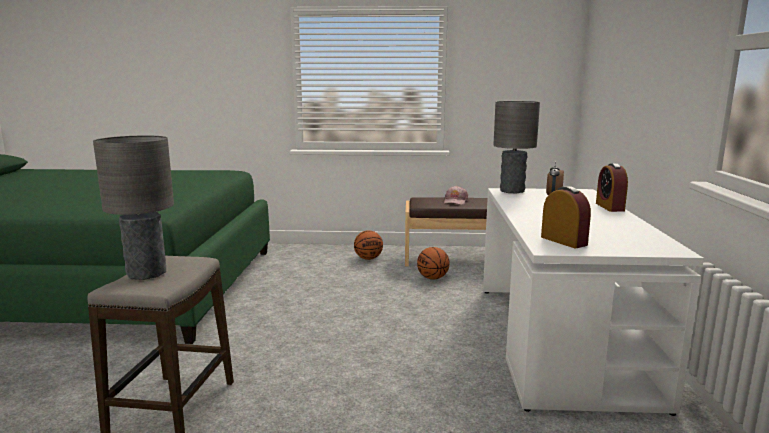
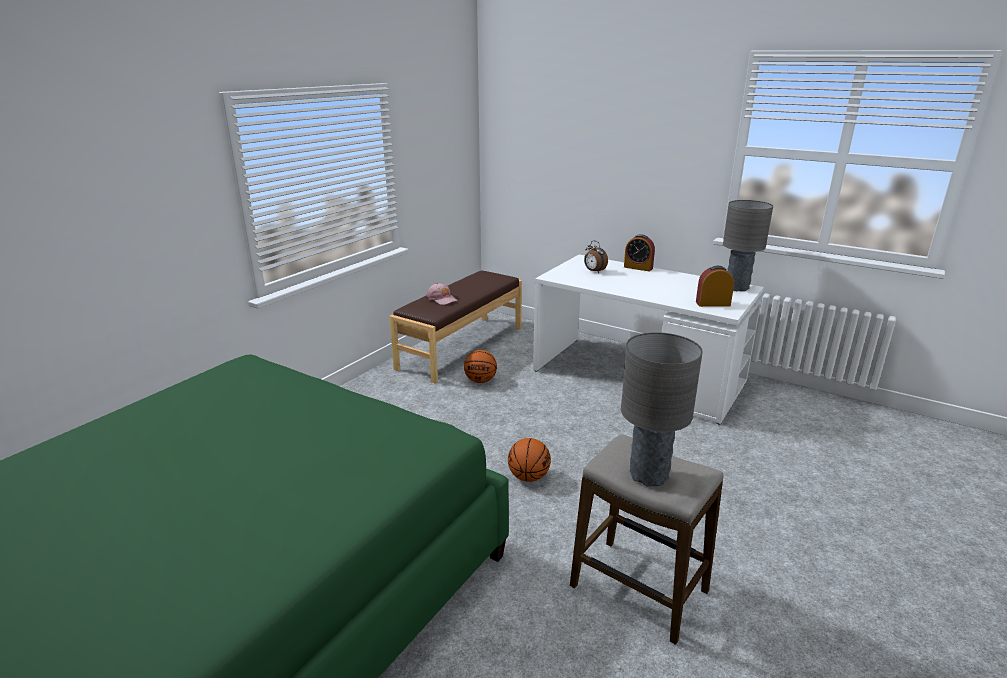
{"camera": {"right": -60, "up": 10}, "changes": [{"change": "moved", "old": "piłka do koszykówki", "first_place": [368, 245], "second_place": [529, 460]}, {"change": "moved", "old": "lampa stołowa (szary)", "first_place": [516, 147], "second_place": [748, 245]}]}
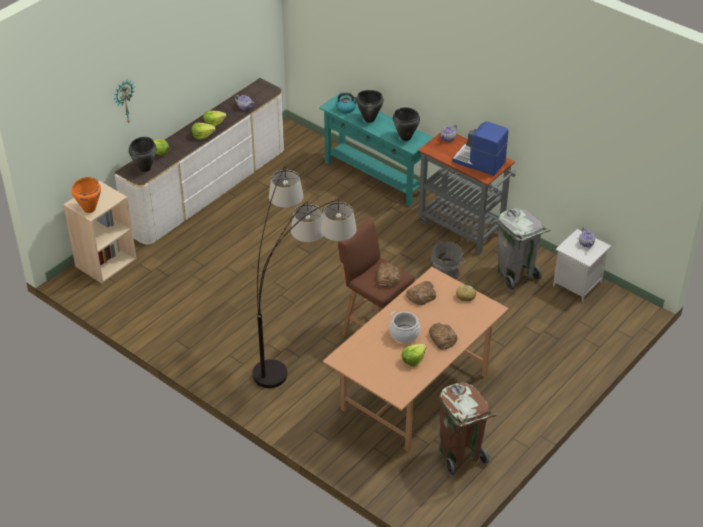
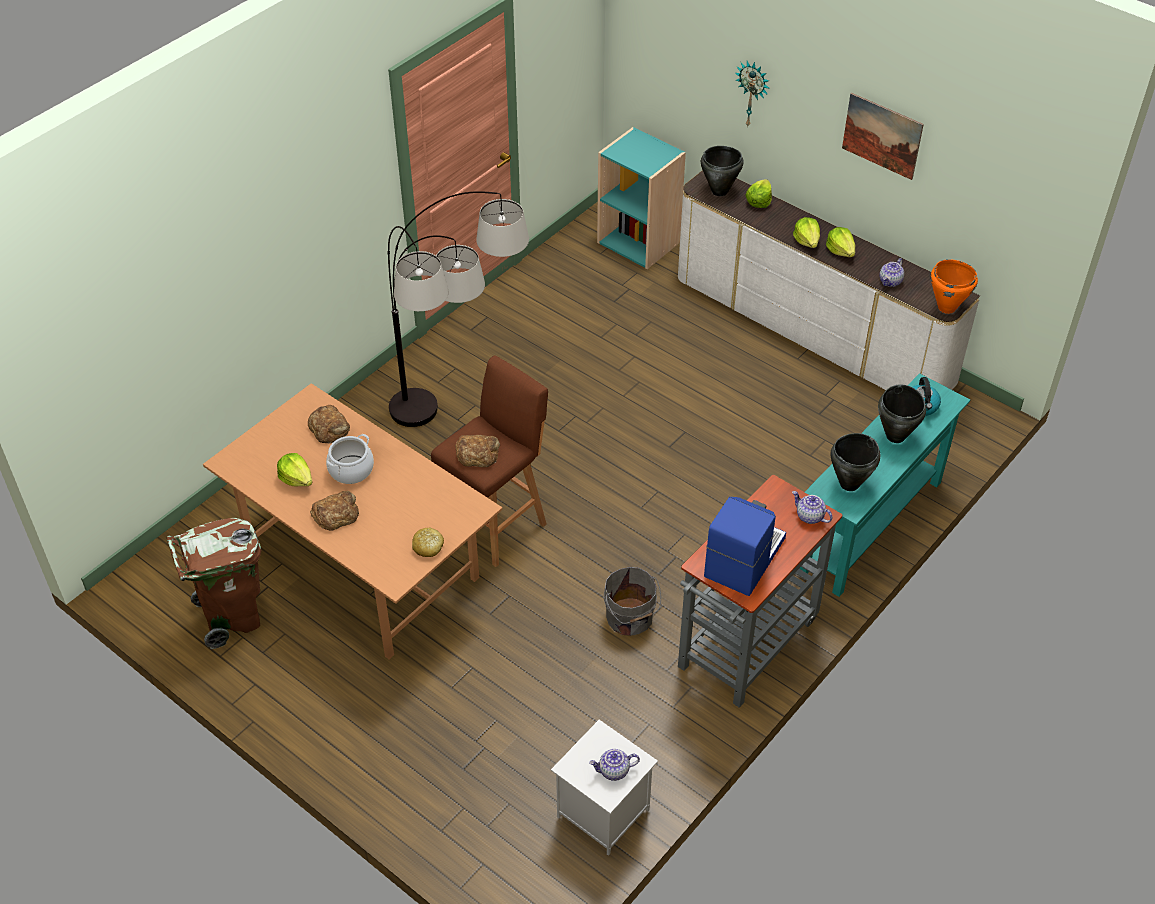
{"camera": {"right": 90, "up": 5}, "changes": [{"change": "moved", "old": "chleb", "first_place": [421, 293], "second_place": [329, 424]}, {"change": "recoloured", "old": "regał (beżowy)", "new": "regał (turkusowy)", "first_place": [100, 232], "second_place": [641, 198]}, {"change": "added", "new": "obraz", "second_place": [883, 136]}, {"change": "moved", "old": "garnek (pomarańczowy)", "first_place": [86, 195], "second_place": [954, 286]}, {"change": "removed", "old": "kosz na śmieci (szary)", "first_place": [523, 250]}]}
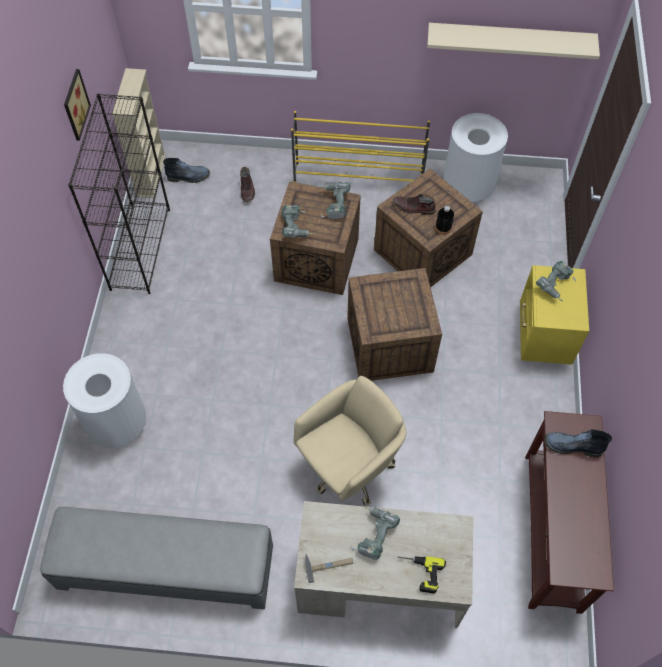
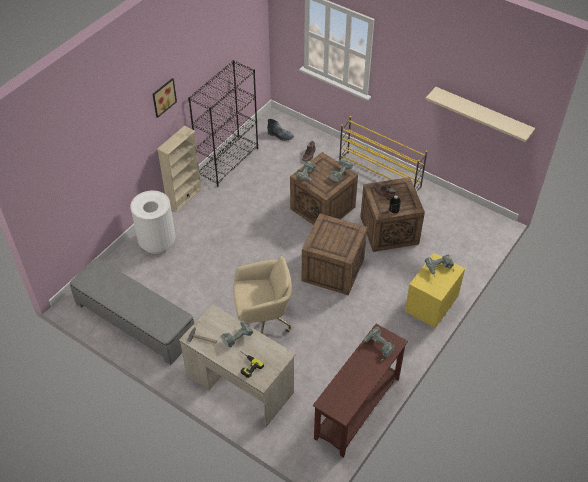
{"camera": {"right": 30, "up": -10}, "changes": [{"change": "moved", "old": "obraz", "first_place": [77, 105], "second_place": [165, 98]}, {"change": "moved", "old": "regał (beżowy)", "first_place": [139, 133], "second_place": [179, 168]}, {"change": "replaced", "old": "but z cholewką", "new": "wiertarka", "first_place": [578, 443], "second_place": [378, 344]}, {"change": "removed", "old": "kosz na śmieci (biały)", "first_place": [476, 158]}]}
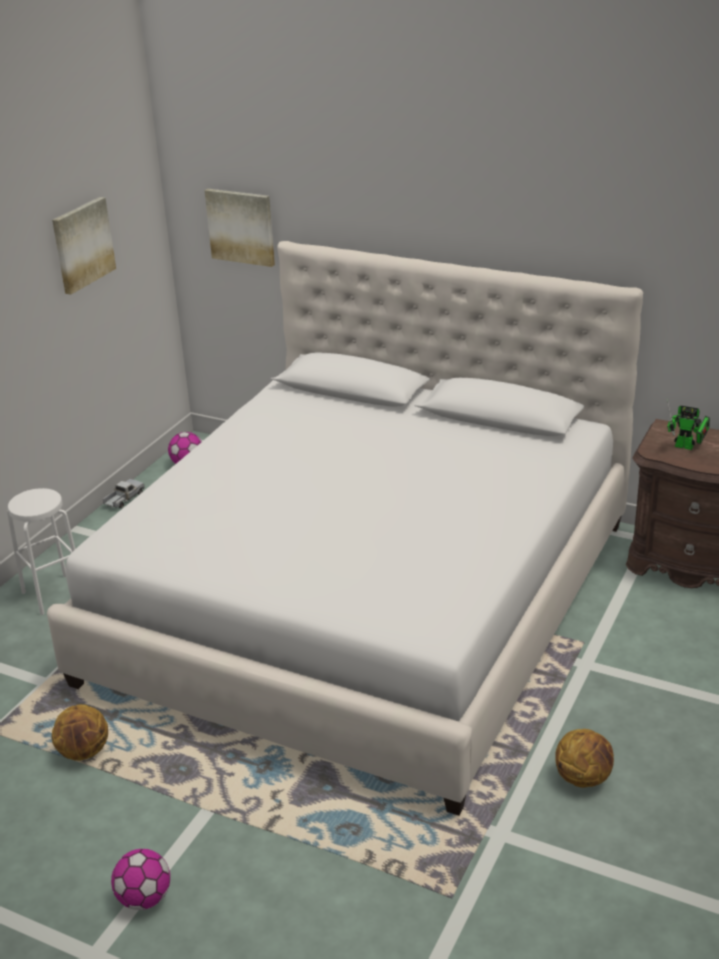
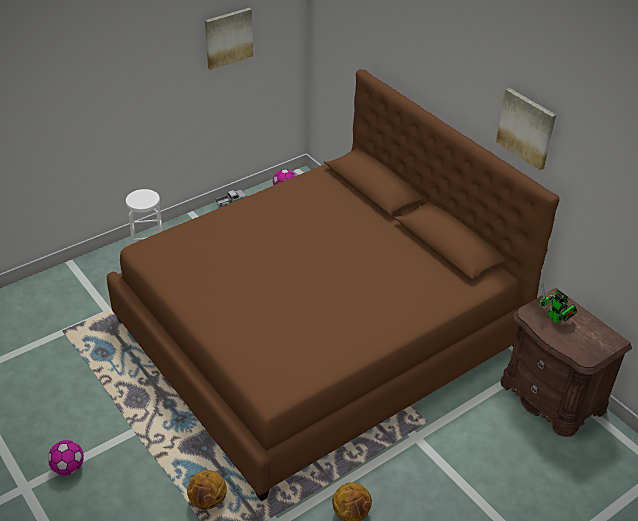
{"camera": {"right": 25, "up": 10}, "changes": [{"change": "recoloured", "old": "łóżko (biały)", "new": "łóżko (brązowy)", "first_place": [345, 528], "second_place": [333, 285]}, {"change": "moved", "old": "piłka do koszykówki", "first_place": [80, 732], "second_place": [207, 490]}, {"change": "moved", "old": "obraz", "first_place": [240, 228], "second_place": [526, 129]}]}
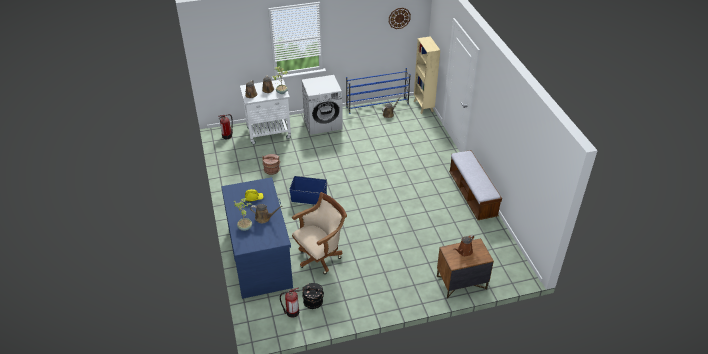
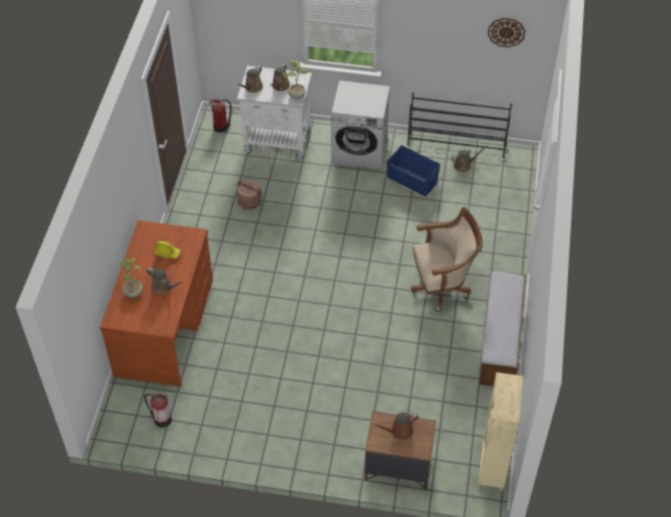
{"camera": {"right": 25, "up": 10}, "changes": [{"change": "recoloured", "old": "biurko (niebieski)", "new": "biurko (brązowy)", "first_place": [257, 238], "second_place": [156, 303]}, {"change": "moved", "old": "pojemnik do przechowywania (niebieski)", "first_place": [308, 190], "second_place": [413, 171]}, {"change": "recoloured", "old": "regał na buty (niebieski)", "new": "regał na buty (czarny)", "first_place": [378, 91], "second_place": [459, 125]}, {"change": "moved", "old": "krzesło biurowe", "first_place": [319, 233], "second_place": [447, 258]}, {"change": "moved", "old": "regał (beżowy)", "first_place": [426, 75], "second_place": [499, 431]}, {"change": "removed", "old": "wiadro (czarny)", "first_place": [313, 296]}]}
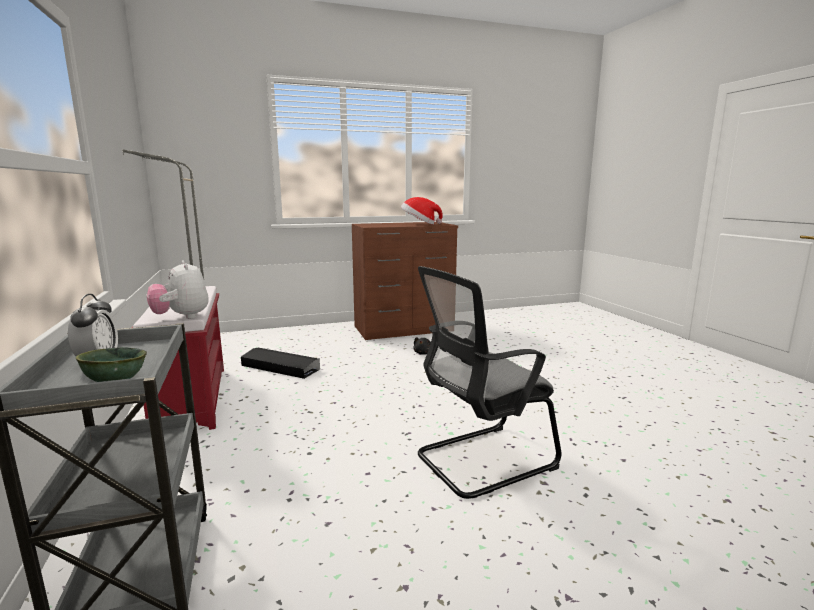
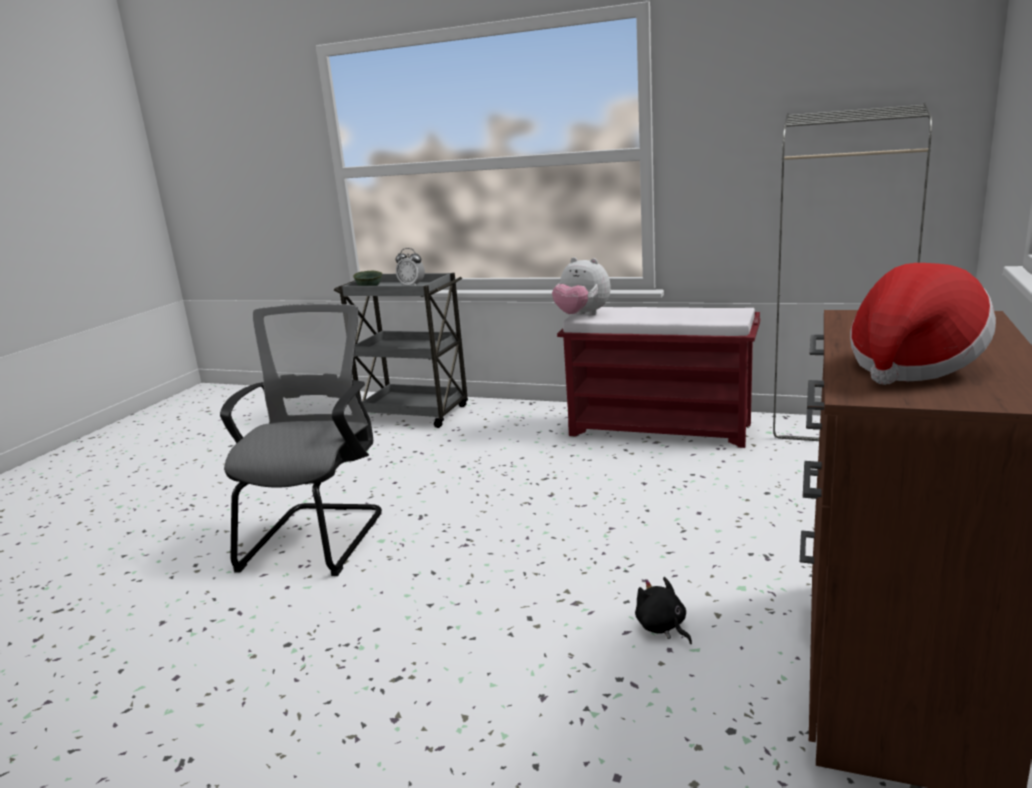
{"camera": {"right": 130, "up": 5}, "changes": [{"change": "turned", "old": "pluszak", "first_place": [178, 289], "second_place": [581, 286], "degrees": -150}, {"change": "removed", "old": "pojemnik do przechowywania (czarny)", "first_place": [280, 363]}]}
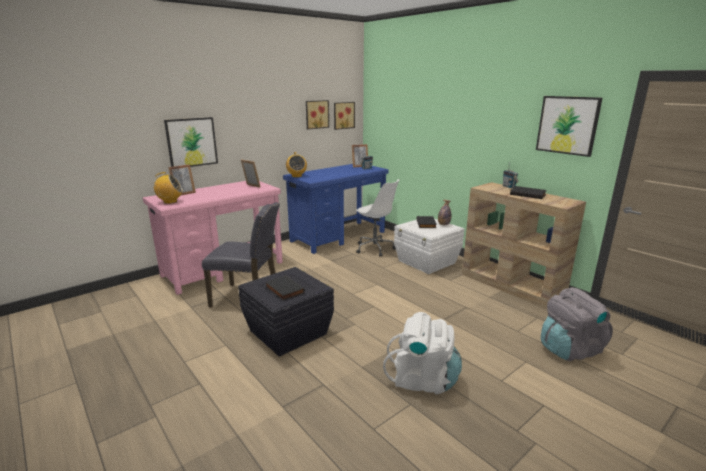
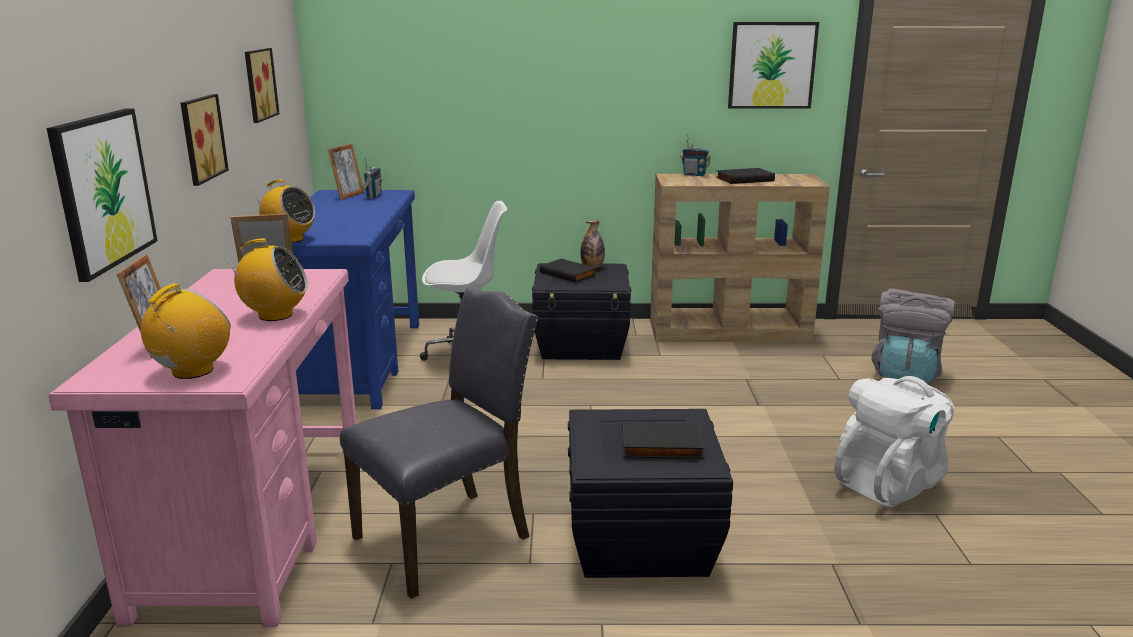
{"camera": {"right": -50, "up": 0}, "changes": [{"change": "moved", "old": "obraz", "first_place": [344, 116], "second_place": [204, 140]}, {"change": "added", "new": "radio", "second_place": [266, 280]}, {"change": "recoloured", "old": "pojemnik do przechowywania (biały)", "new": "pojemnik do przechowywania (czarny)", "first_place": [429, 246], "second_place": [581, 311]}]}
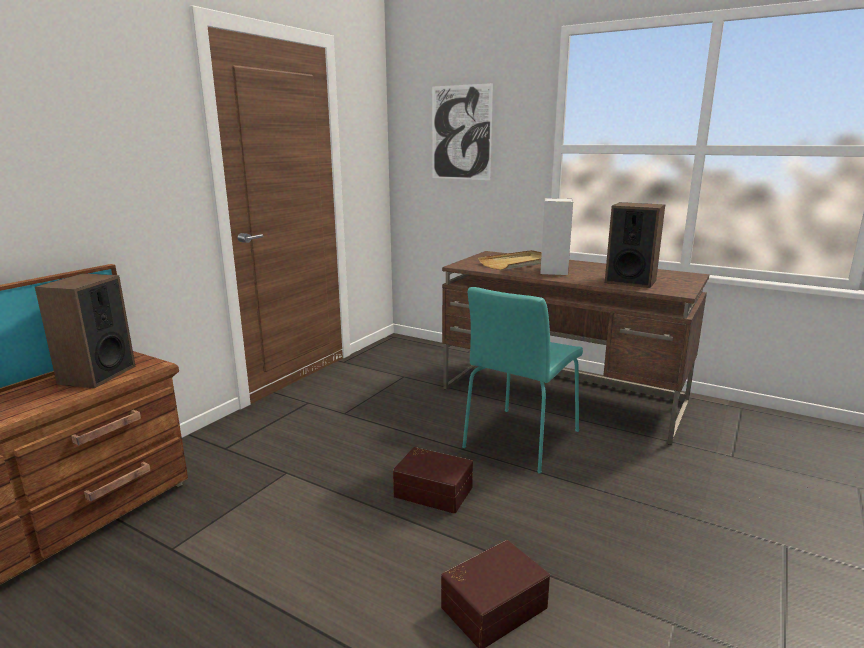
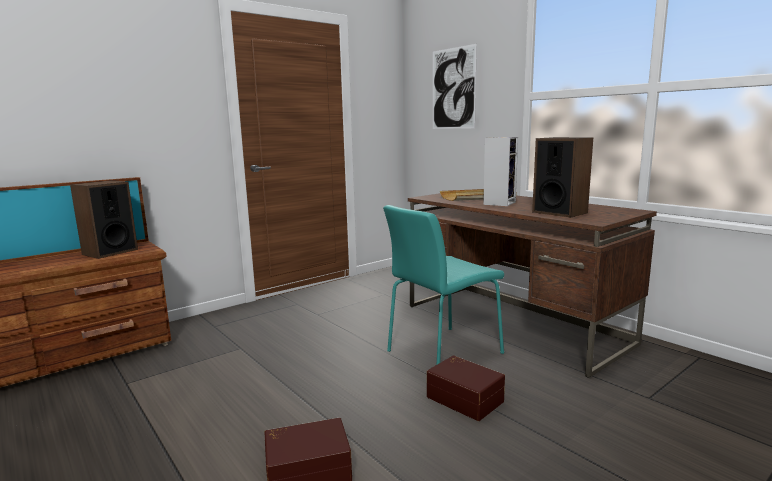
{"camera": {"right": 20, "up": -5}, "changes": [{"change": "moved", "old": "pojemnik do przechowywania (brązowy)", "first_place": [433, 480], "second_place": [466, 388]}]}
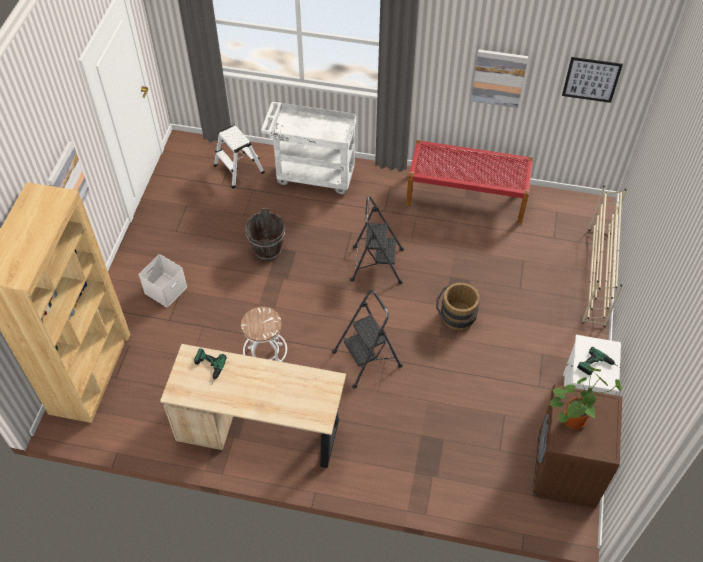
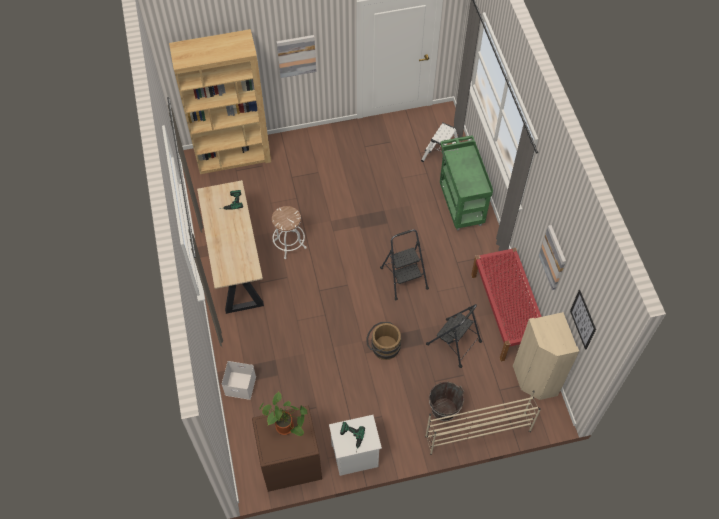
{"camera": {"right": 65, "up": 5}, "changes": [{"change": "moved", "old": "pojemnik do przechowywania (biały)", "first_place": [162, 280], "second_place": [239, 380]}, {"change": "moved", "old": "drabinka (czarny)", "first_place": [367, 339], "second_place": [454, 336]}, {"change": "moved", "old": "wiadro (brązowy)", "first_place": [265, 234], "second_place": [446, 401]}, {"change": "recoloured", "old": "wózek (biały)", "new": "wózek (zielony)", "first_place": [308, 148], "second_place": [466, 183]}, {"change": "added", "new": "szafka (beżowy)", "second_place": [546, 356]}]}
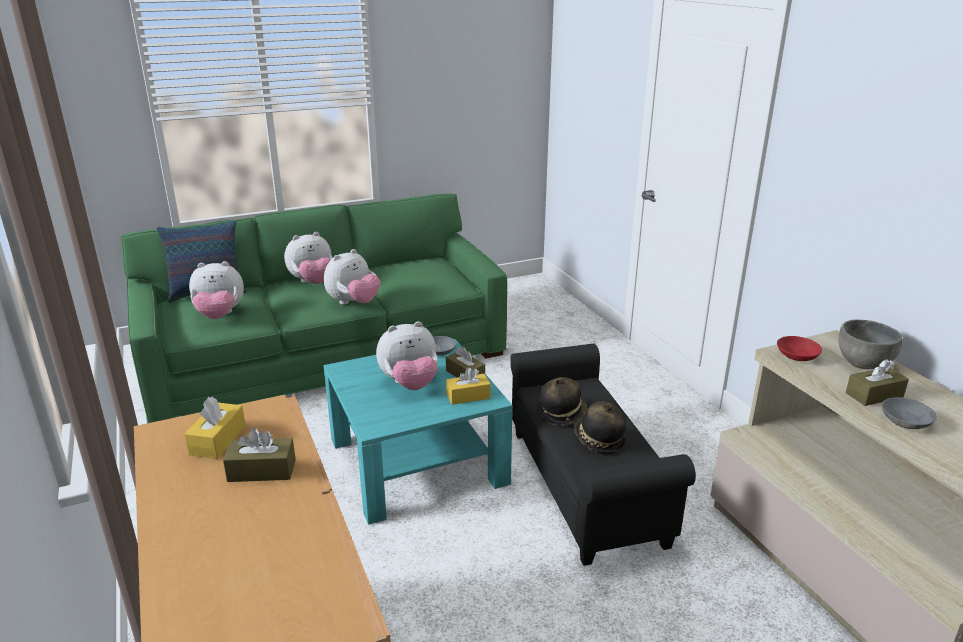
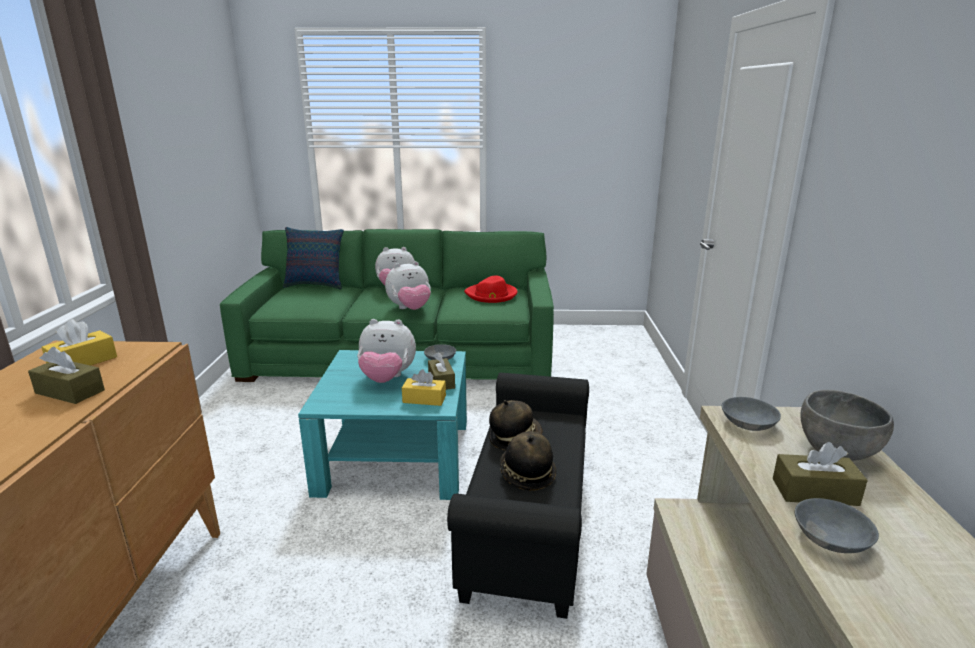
{"camera": {"right": 25, "up": -5}, "changes": [{"change": "added", "new": "kapelusz (czerwony)", "second_place": [491, 289]}, {"change": "recoloured", "old": "miska (czerwony)", "new": "miska (szary)", "first_place": [799, 348], "second_place": [751, 414]}, {"change": "removed", "old": "pluszak", "first_place": [216, 290]}]}
